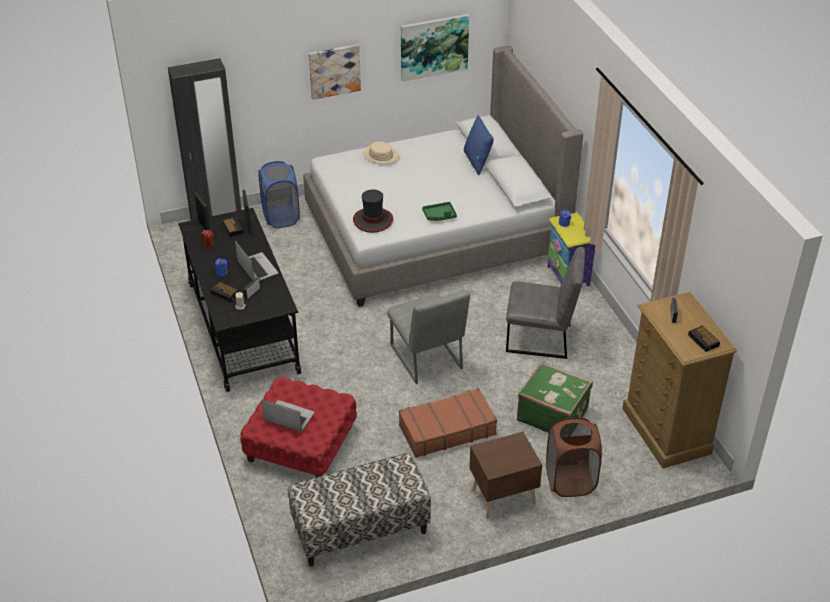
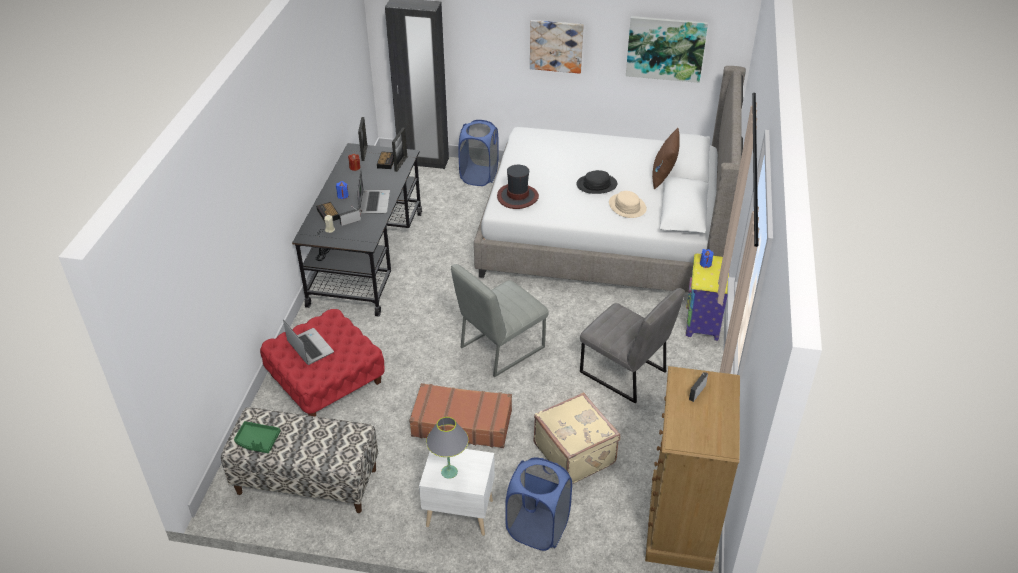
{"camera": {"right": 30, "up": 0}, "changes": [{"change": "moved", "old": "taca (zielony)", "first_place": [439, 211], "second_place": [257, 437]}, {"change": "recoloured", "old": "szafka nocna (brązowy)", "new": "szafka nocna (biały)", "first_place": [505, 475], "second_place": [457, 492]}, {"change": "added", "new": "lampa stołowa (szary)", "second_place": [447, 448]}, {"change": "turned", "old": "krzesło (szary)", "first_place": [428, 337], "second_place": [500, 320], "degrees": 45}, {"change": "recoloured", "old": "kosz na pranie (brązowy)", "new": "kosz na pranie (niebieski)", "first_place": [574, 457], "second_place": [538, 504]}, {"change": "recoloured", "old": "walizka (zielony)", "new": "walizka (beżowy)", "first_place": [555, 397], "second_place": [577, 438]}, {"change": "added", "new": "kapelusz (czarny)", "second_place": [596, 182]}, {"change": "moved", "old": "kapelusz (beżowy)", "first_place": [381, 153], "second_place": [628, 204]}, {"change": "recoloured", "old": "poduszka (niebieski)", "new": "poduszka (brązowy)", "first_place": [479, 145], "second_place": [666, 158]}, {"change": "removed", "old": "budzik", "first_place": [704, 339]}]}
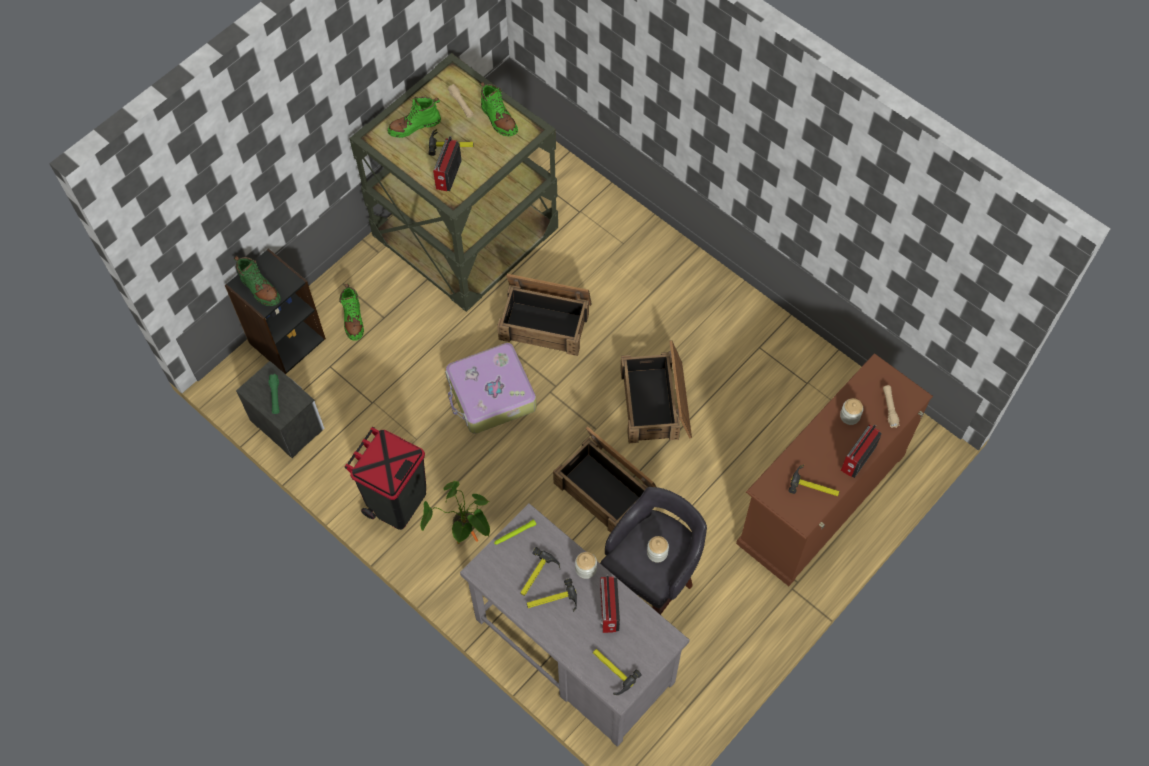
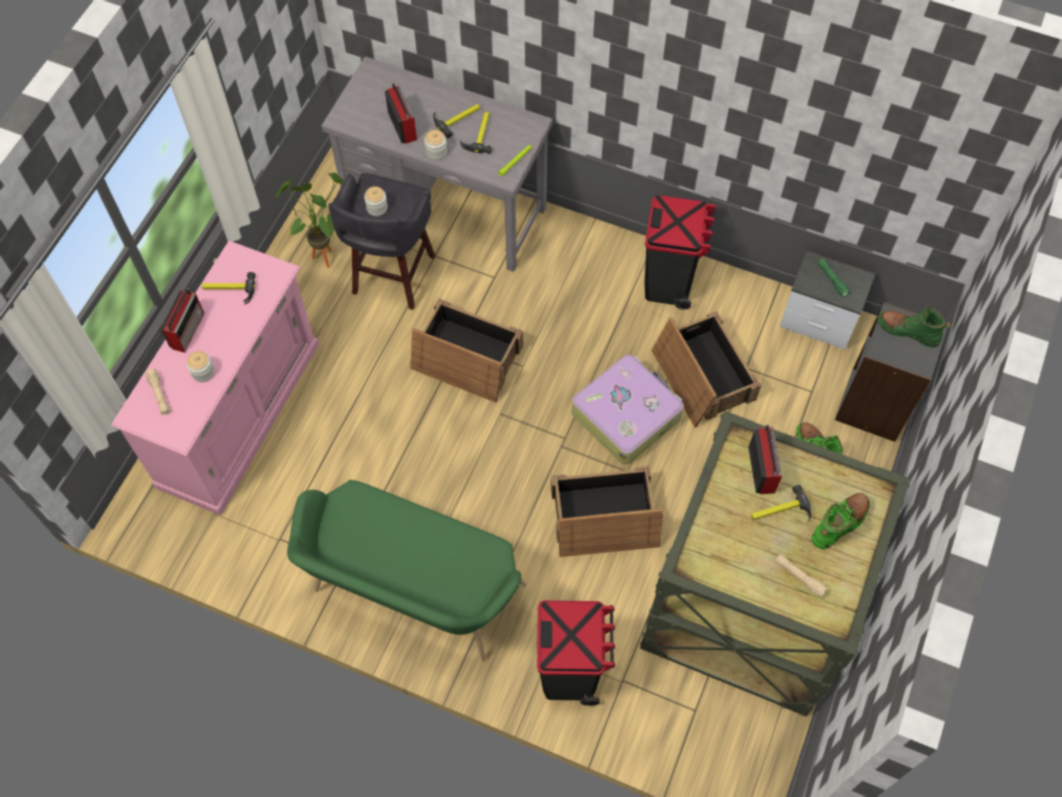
{"camera": {"right": 160, "up": 0}, "changes": [{"change": "recoloured", "old": "szafka (brązowy)", "new": "szafka (różowy)", "first_place": [834, 469], "second_place": [215, 378]}, {"change": "moved", "old": "roślina doniczkowa", "first_place": [455, 512], "second_place": [309, 220]}, {"change": "added", "new": "ławka (zielony)", "second_place": [406, 571]}, {"change": "added", "new": "kosz na śmieci (czarny)", "second_place": [576, 653]}, {"change": "moved", "old": "skrzynka", "first_place": [656, 391], "second_place": [706, 368]}, {"change": "removed", "old": "but z cholewką (zielony)", "first_place": [499, 109]}, {"change": "removed", "old": "młotek", "first_place": [617, 672]}]}
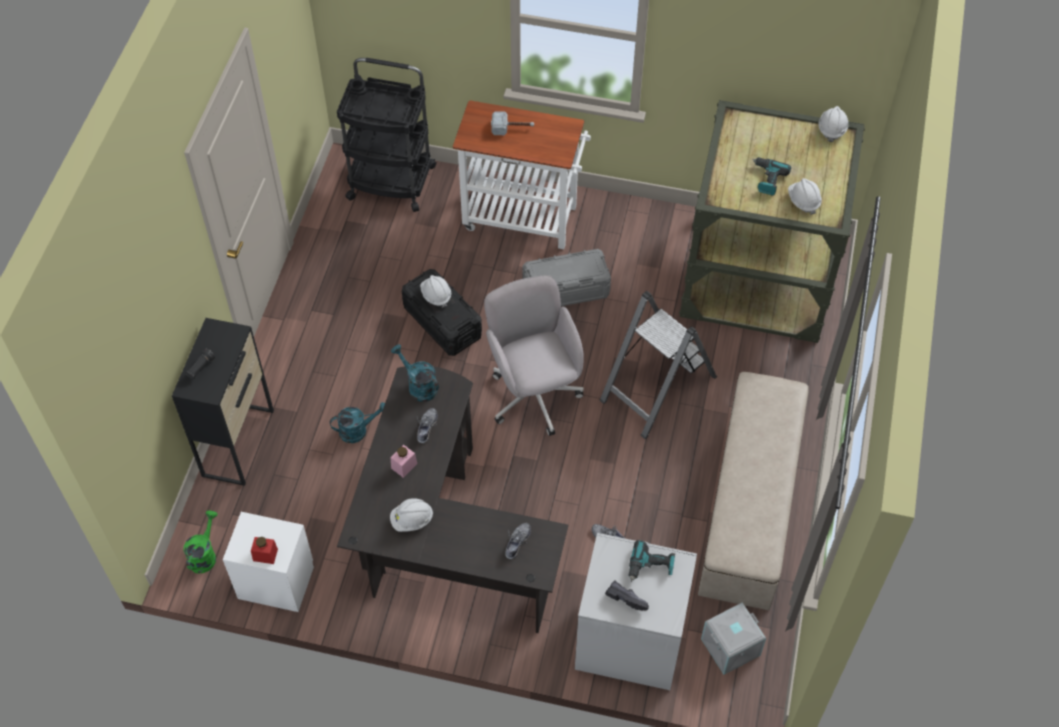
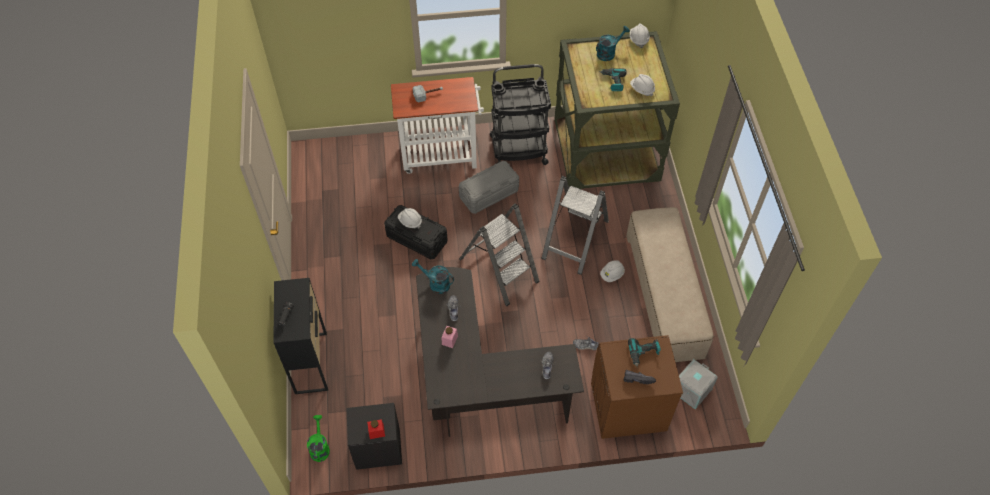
{"camera": {"right": -20, "up": 0}, "changes": [{"change": "recoloured", "old": "szafka nocna (biały)", "new": "szafka nocna (czarny)", "first_place": [268, 562], "second_place": [374, 436]}, {"change": "replaced", "old": "krzesło biurowe (szary)", "new": "drabinka (szary)", "first_place": [534, 355], "second_place": [499, 254]}, {"change": "moved", "old": "wózek (czarny)", "first_place": [386, 135], "second_place": [520, 114]}, {"change": "recoloured", "old": "pralka (biały)", "new": "pralka (brązowy)", "first_place": [636, 611], "second_place": [637, 387]}, {"change": "moved", "old": "konewka (turkusowy)", "first_place": [357, 422], "second_place": [613, 43]}, {"change": "moved", "old": "kask (biały)", "first_place": [411, 515], "second_place": [612, 271]}]}
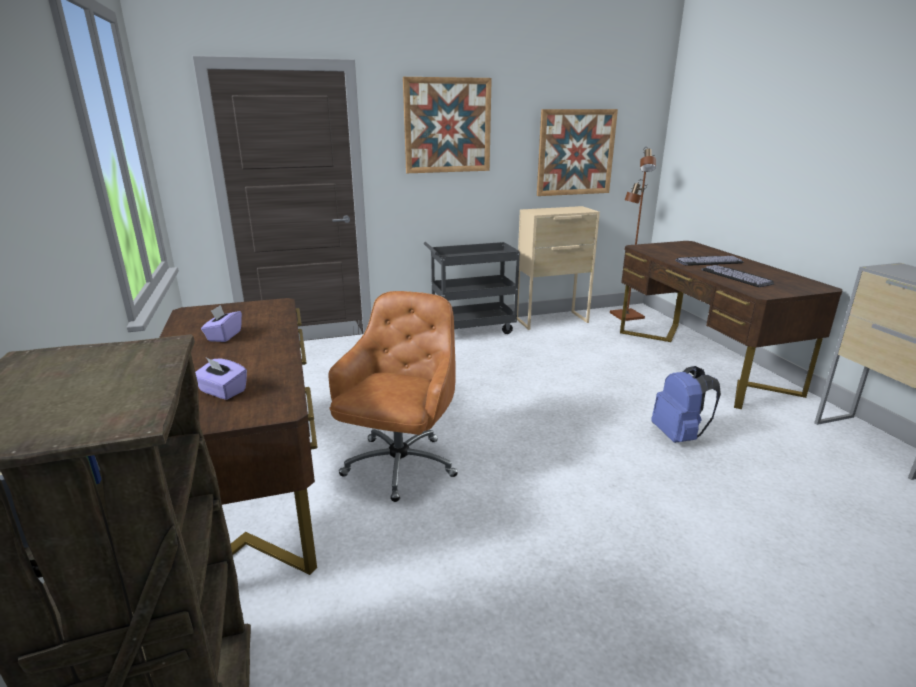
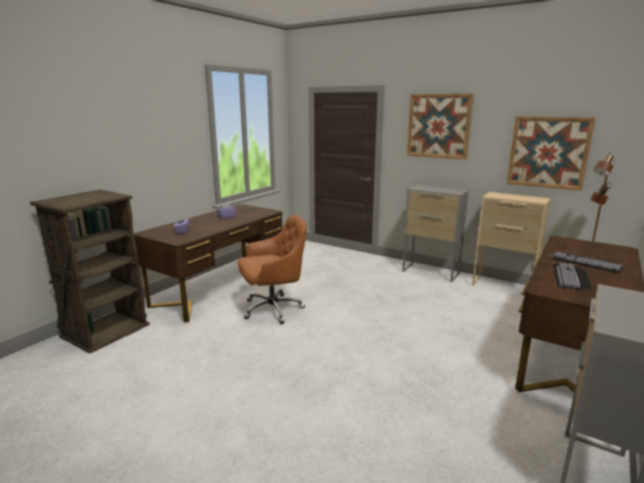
{"camera": {"right": 50, "up": -5}, "changes": [{"change": "replaced", "old": "wózek (szary)", "new": "szafka (szary)", "first_place": [472, 288], "second_place": [435, 233]}, {"change": "removed", "old": "plecak (niebieski)", "first_place": [686, 404]}]}
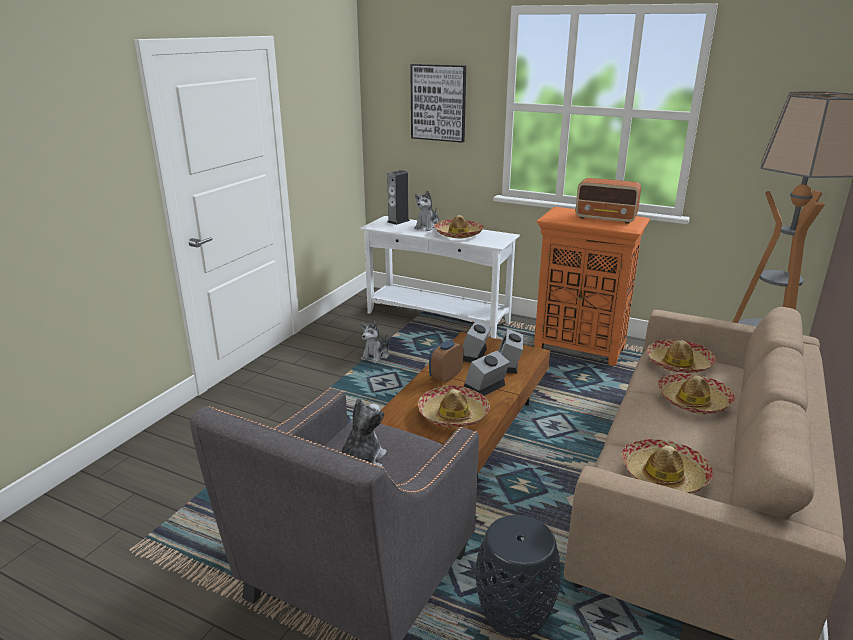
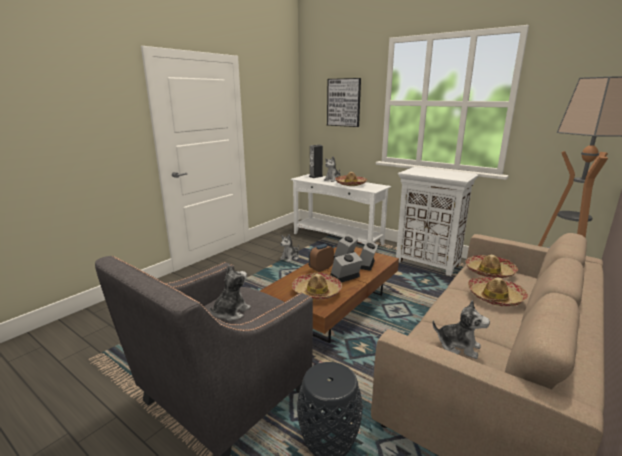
{"camera": {"right": 10, "up": -5}, "changes": [{"change": "recoloured", "old": "szafka (pomarańczowy)", "new": "szafka (biały)", "first_place": [592, 286], "second_place": [437, 221]}, {"change": "replaced", "old": "kapelusz", "new": "pluszak", "first_place": [668, 466], "second_place": [461, 329]}, {"change": "removed", "old": "radio", "first_place": [608, 201]}]}
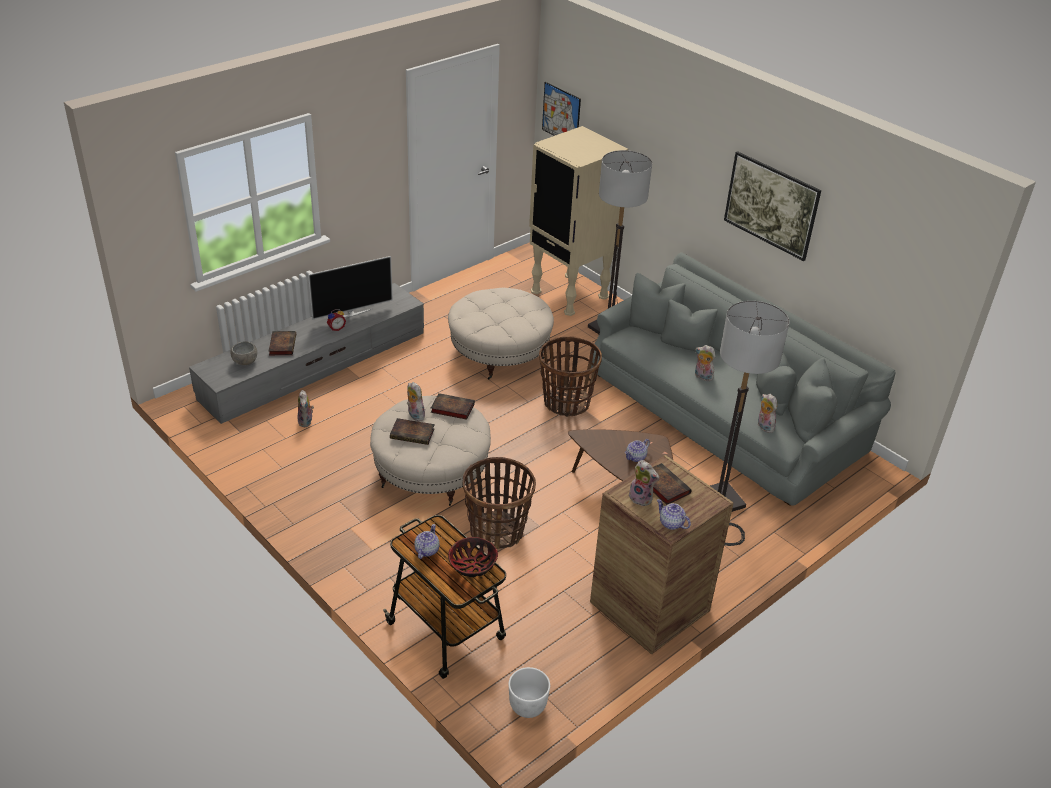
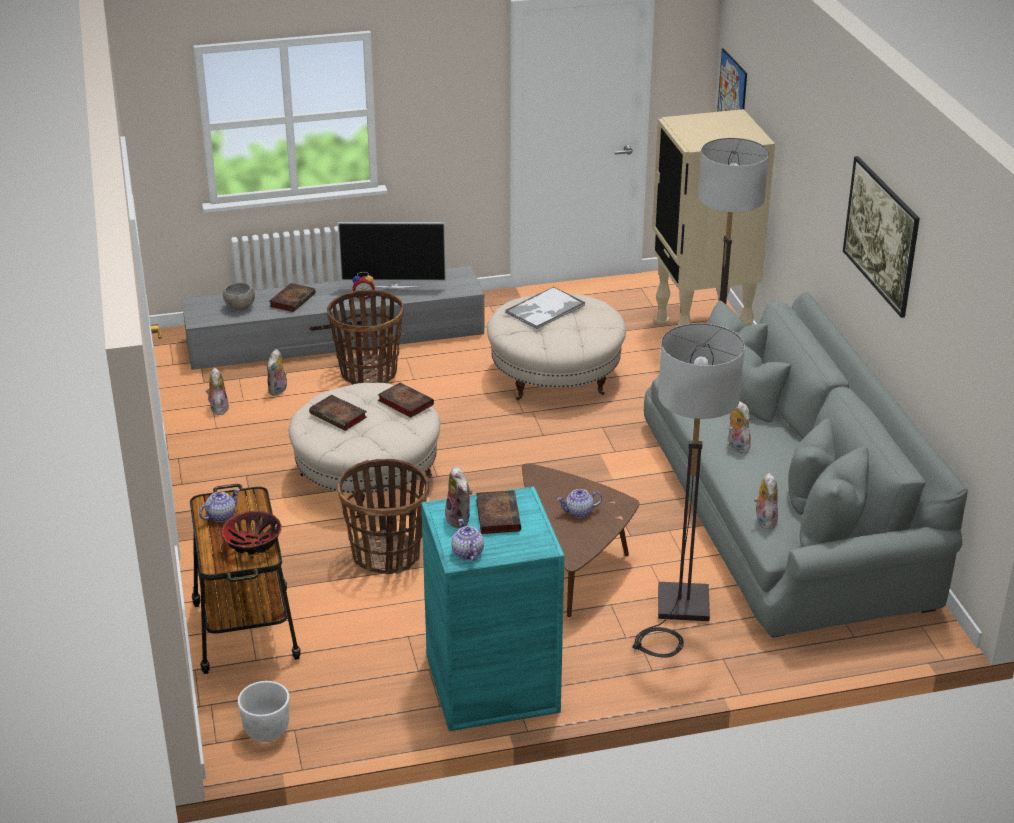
{"camera": {"right": 30, "up": -5}, "changes": [{"change": "moved", "old": "pluszak", "first_place": [416, 401], "second_place": [217, 391]}, {"change": "moved", "old": "koszyk", "first_place": [570, 376], "second_place": [365, 337]}, {"change": "recoloured", "old": "szafka (brązowy)", "new": "szafka (turkusowy)", "first_place": [661, 554], "second_place": [493, 609]}, {"change": "added", "new": "taca", "second_place": [545, 308]}]}
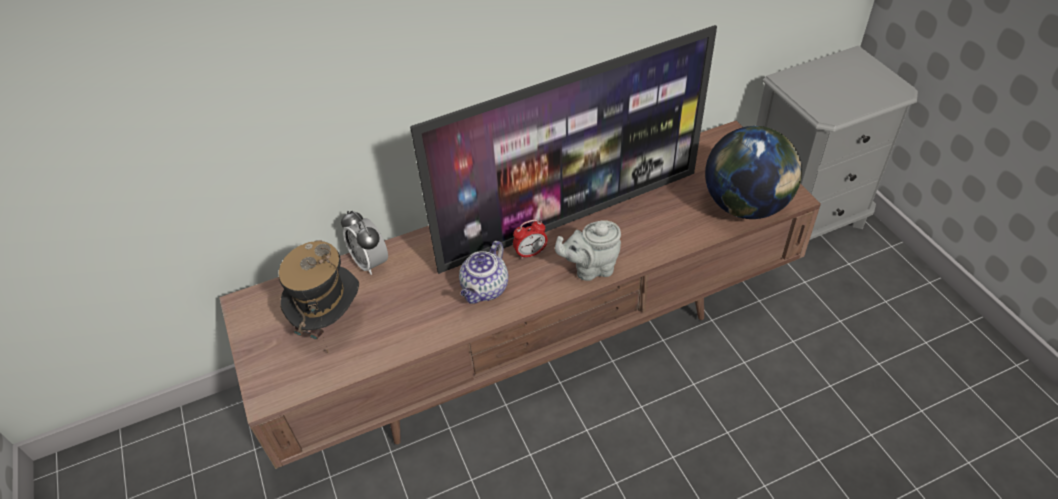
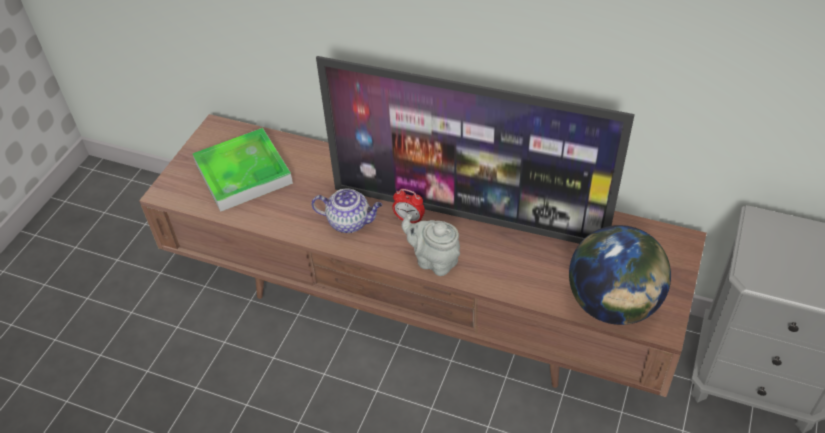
{"camera": {"right": 45, "up": 0}, "changes": [{"change": "replaced", "old": "kapelusz", "new": "taca", "first_place": [318, 297], "second_place": [243, 170]}, {"change": "turned", "old": "imbryk", "first_place": [483, 272], "second_place": [346, 210], "degrees": -150}, {"change": "removed", "old": "budzik", "first_place": [364, 243]}]}
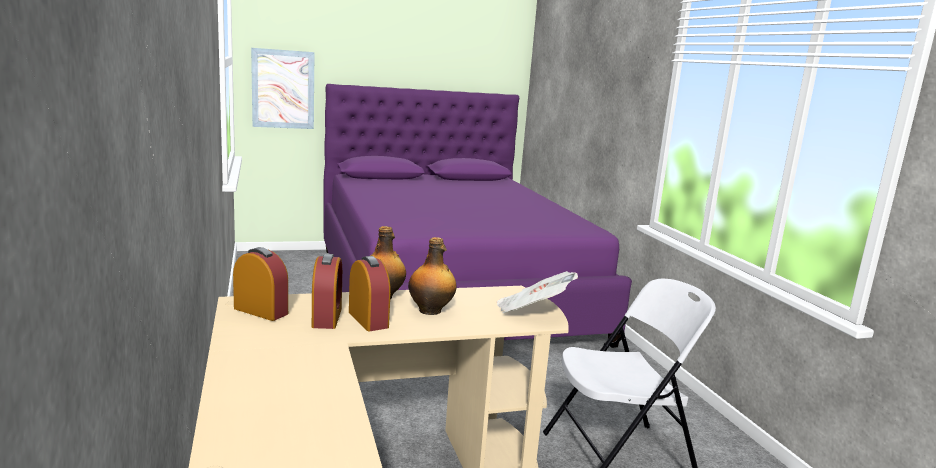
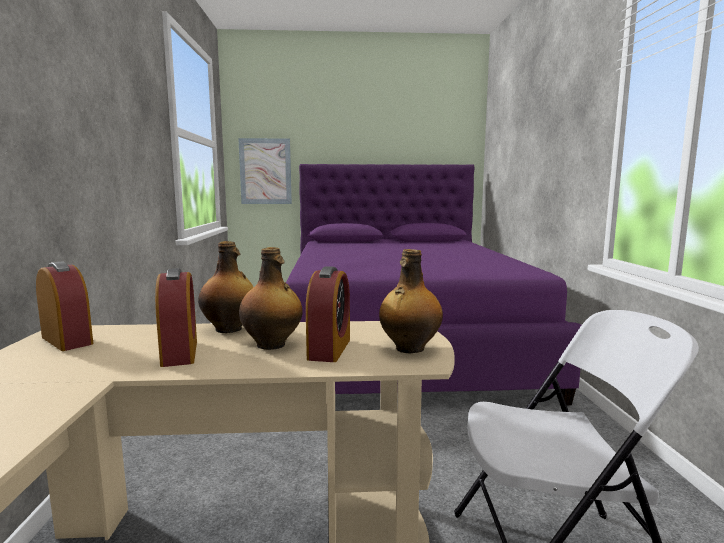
{"camera": {"right": 15, "up": -5}, "changes": [{"change": "moved", "old": "budzik", "first_place": [327, 291], "second_place": [328, 314]}, {"change": "replaced", "old": "gazeta", "new": "butelka", "first_place": [537, 292], "second_place": [411, 301]}]}
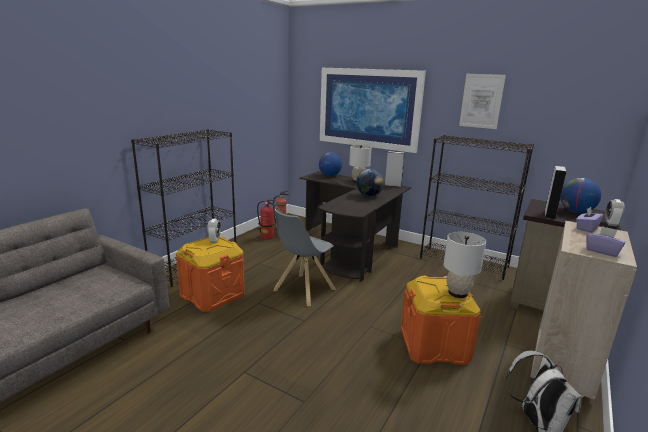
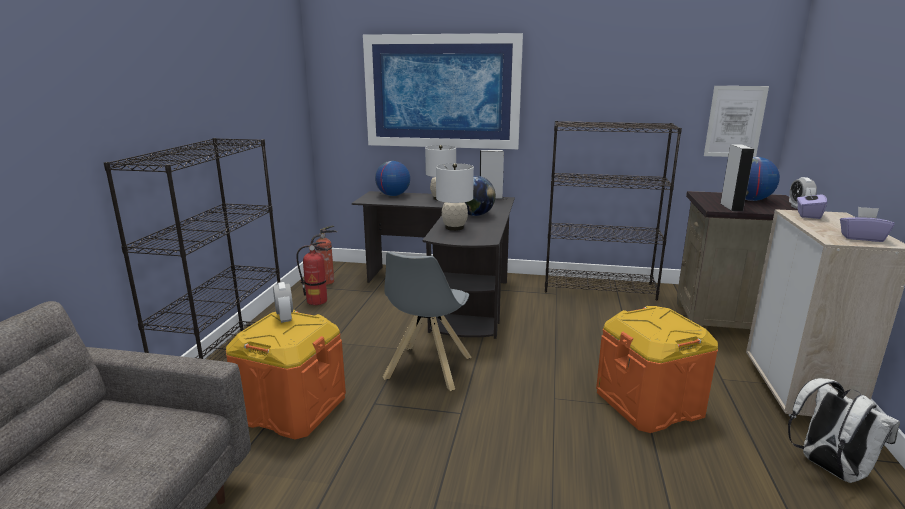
{"camera": {"right": -20, "up": 0}, "changes": [{"change": "moved", "old": "lampa stołowa (biały)", "first_place": [465, 265], "second_place": [455, 197]}, {"change": "moved", "old": "obraz", "first_place": [482, 101], "second_place": [736, 121]}]}
